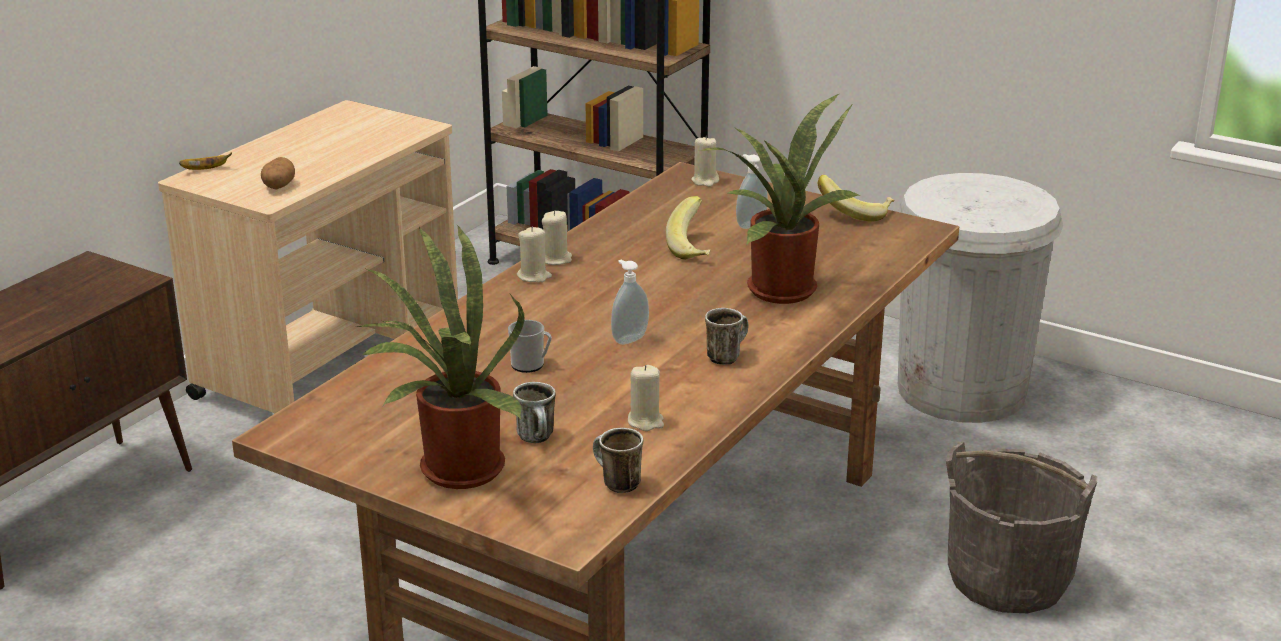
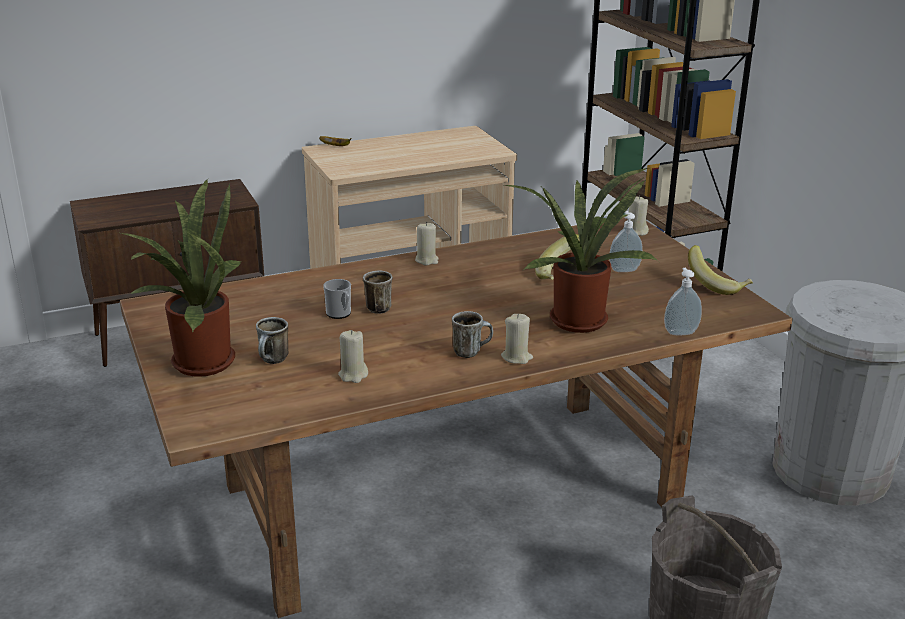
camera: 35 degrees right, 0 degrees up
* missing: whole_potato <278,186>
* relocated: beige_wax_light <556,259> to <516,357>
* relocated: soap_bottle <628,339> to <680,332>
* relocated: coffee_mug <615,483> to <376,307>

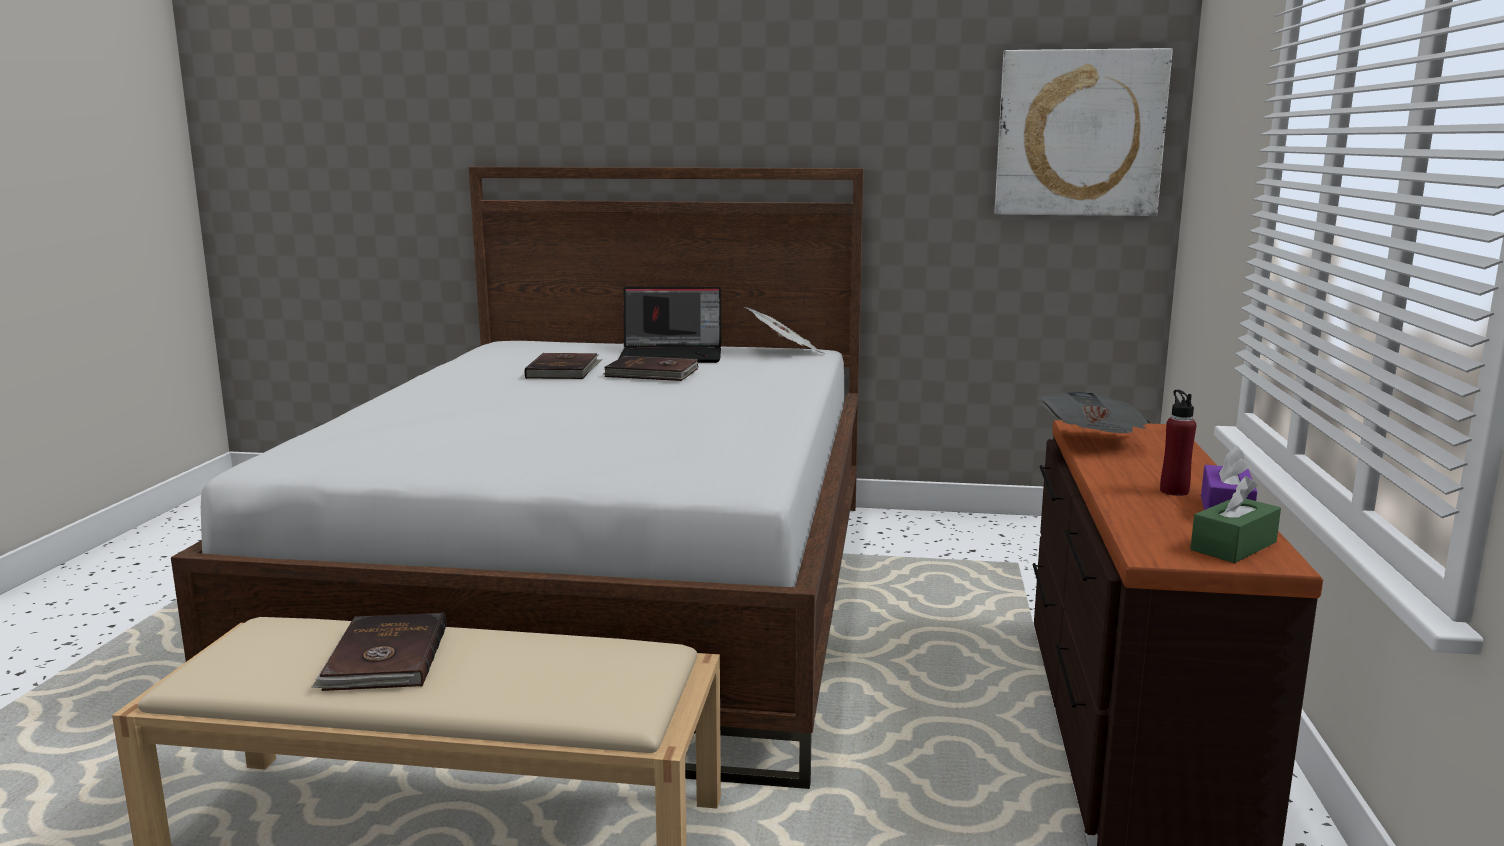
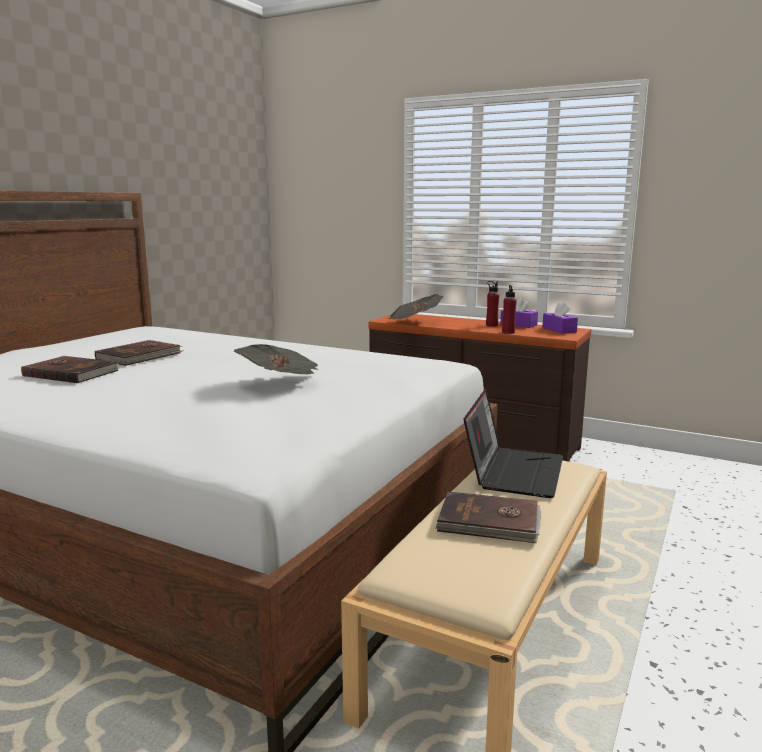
camera: 70 degrees left, 0 degrees up
* missing: picture <1079,133>
* relocated: notebook_computer <673,355> to <513,471>
* relocated: newspaper <785,352> to <281,383>
* colour: green_tissue_holder <1233,546> to purple_tissue_holder <559,330>
* appeared: red-coloured_drink_bottle <508,332>

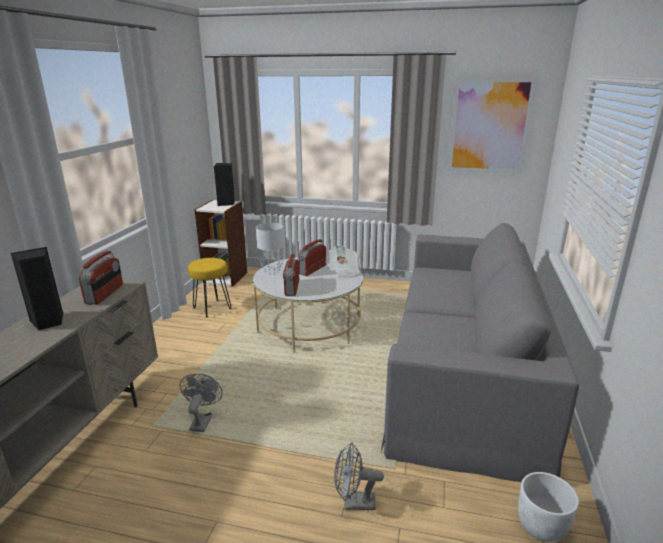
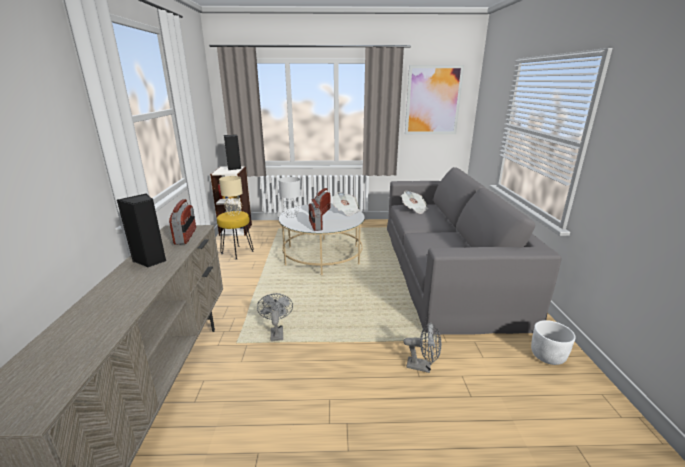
camera: 15 degrees left, 0 degrees up
* spun: grey_electric_fan <354,503> = <423,366> 150 degrees counterclockwise
* appeared: beige_table_lamp <233,213>
* appeared: newspaper <414,209>

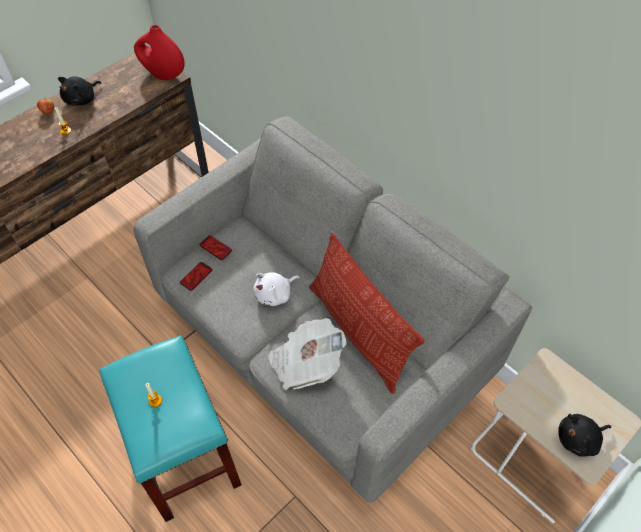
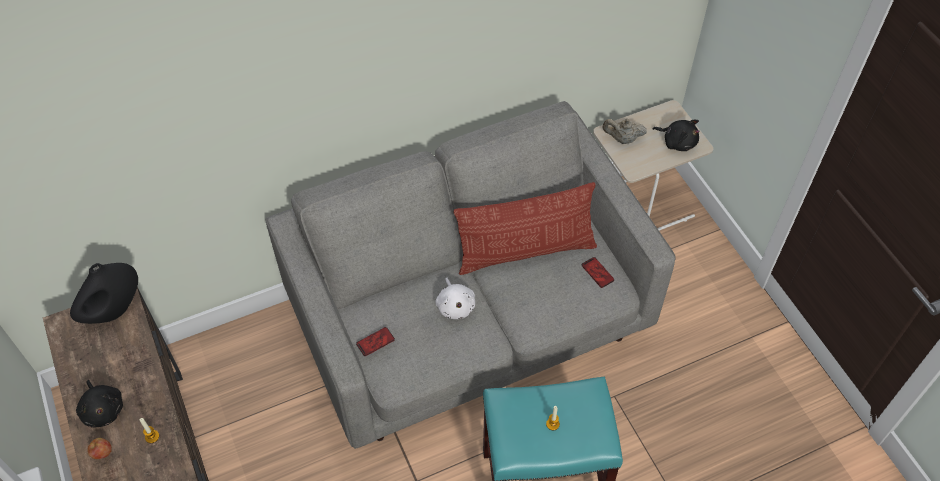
camera: 70 degrees left, 0 degrees up
* colour: red-coloured_flower_vase <163,74> to blackish_flower_vase <113,311>
* relocated: phone <196,276> to <597,273>
* missing: newspaper <305,363>
* spun: blackish_cuddly_toy <579,439> = <677,142> 60 degrees counterclockwise
* appeared: beige_tea_pot <622,139>

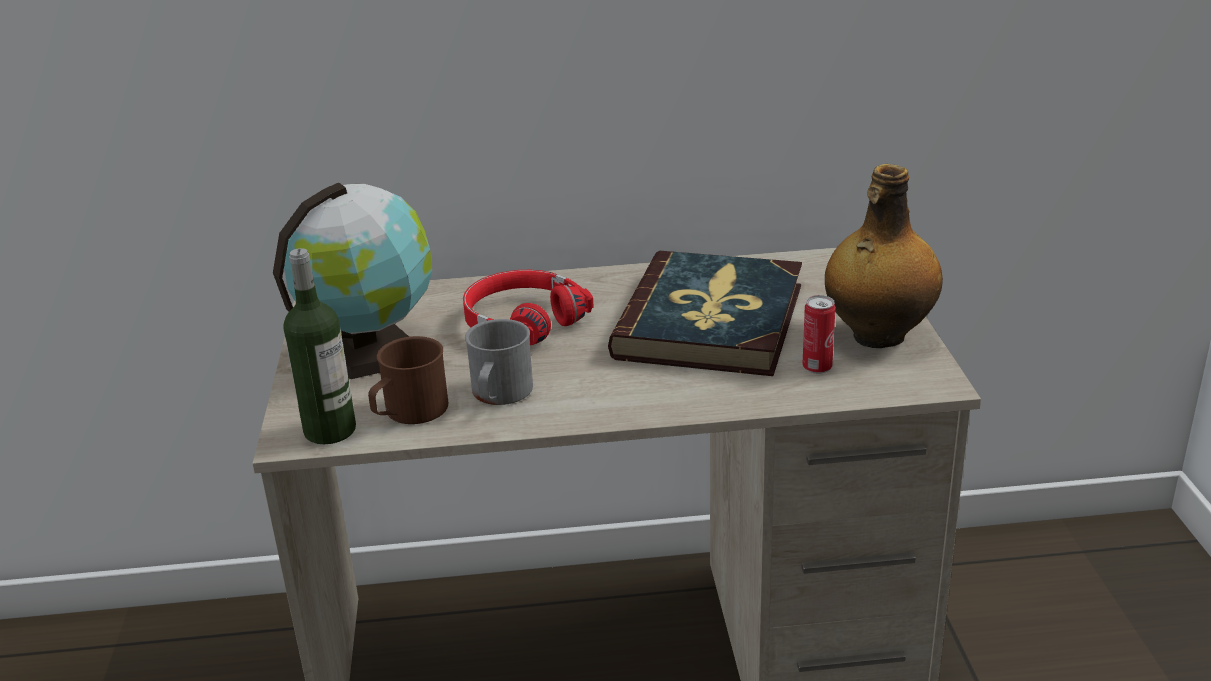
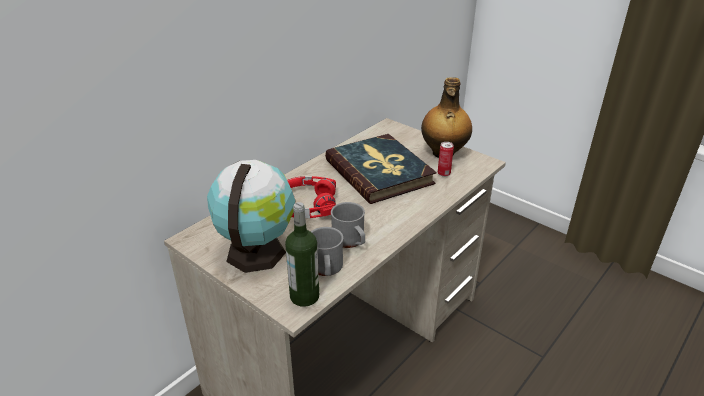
camera: 45 degrees left, 5 degrees up
* colour: brown_coffee_mug <409,413> to grey_coffee_mug <326,269>

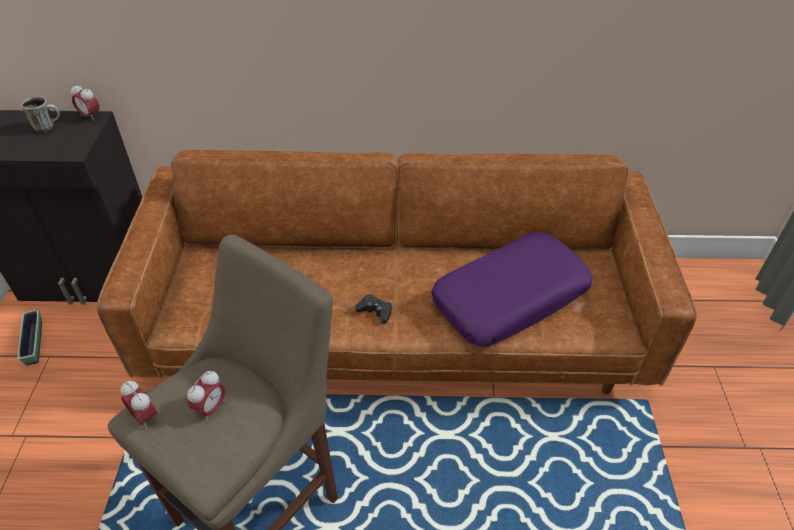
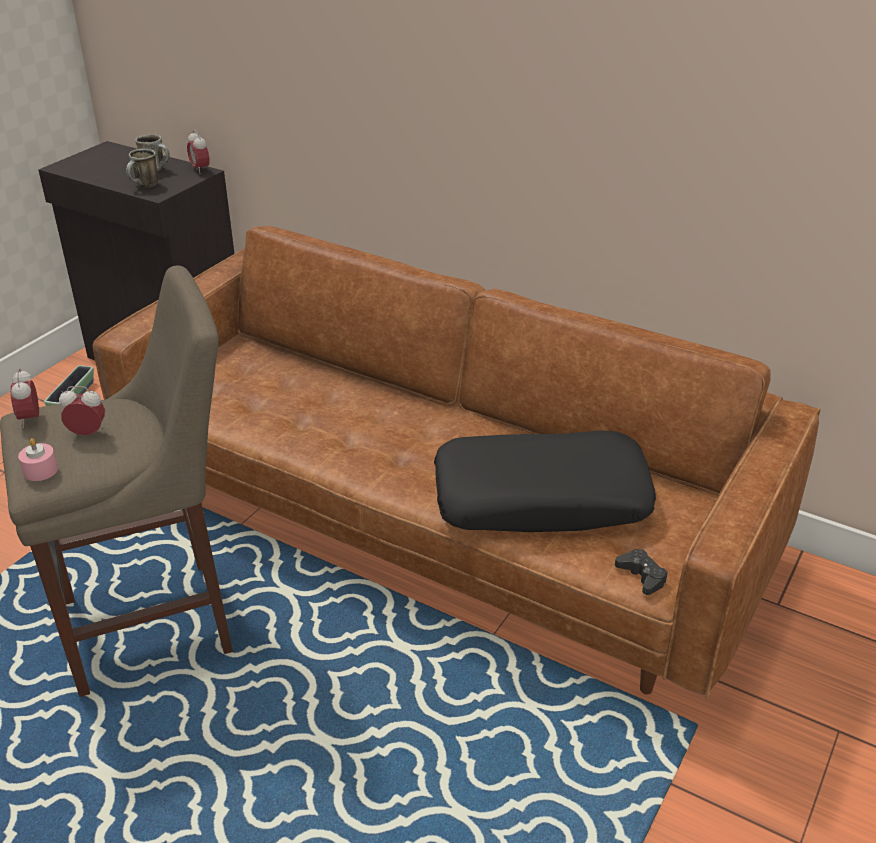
camera: 30 degrees right, 10 degrees down
* colour: purple_pillow <510,298> to blackish_pillow <541,498>
* relocated: blackish_joypad <375,311> to <642,576>
* spun: alarm_clock <211,408> = <88,433> 150 degrees counterclockwise
* appeared: coffee_mug <144,186>
* appeared: pinkish_wax_light <40,470>

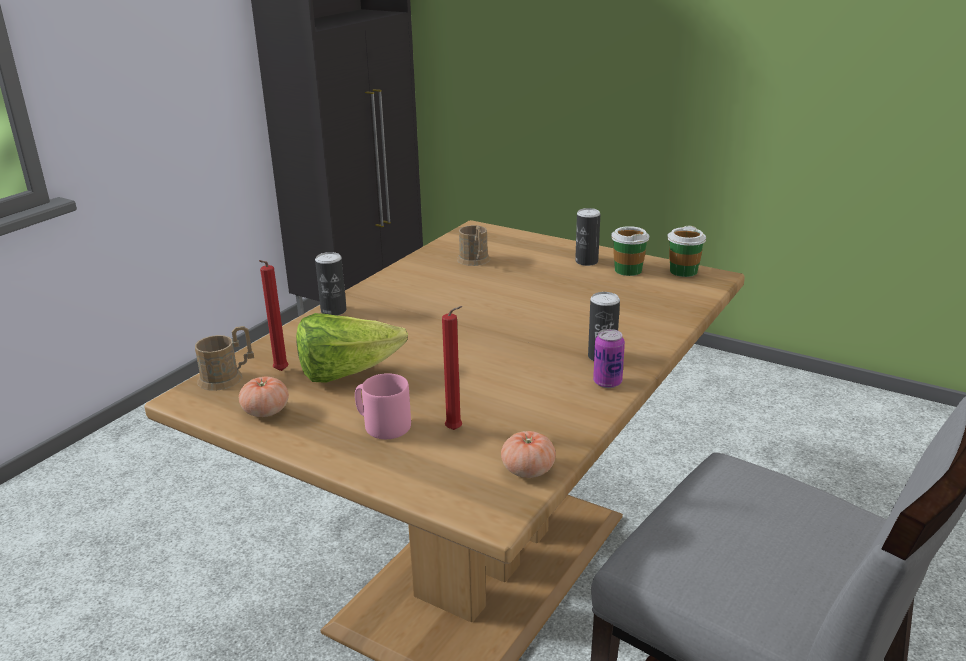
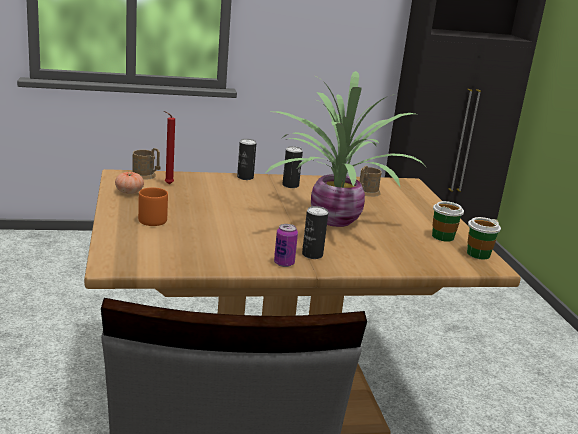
camera: 45 degrees right, 5 degrees down
* relocated: sealed_can <586,261> to <290,185>
* missing: red-coloured_wax_light <456,431>
* missing: head_of_lettuce <346,373>
* colour: pinkish_coffee_mug <382,426> to orangey_coffee_mug <152,219>
* missing: tomato <528,470>
* appeared: houseplant <331,220>

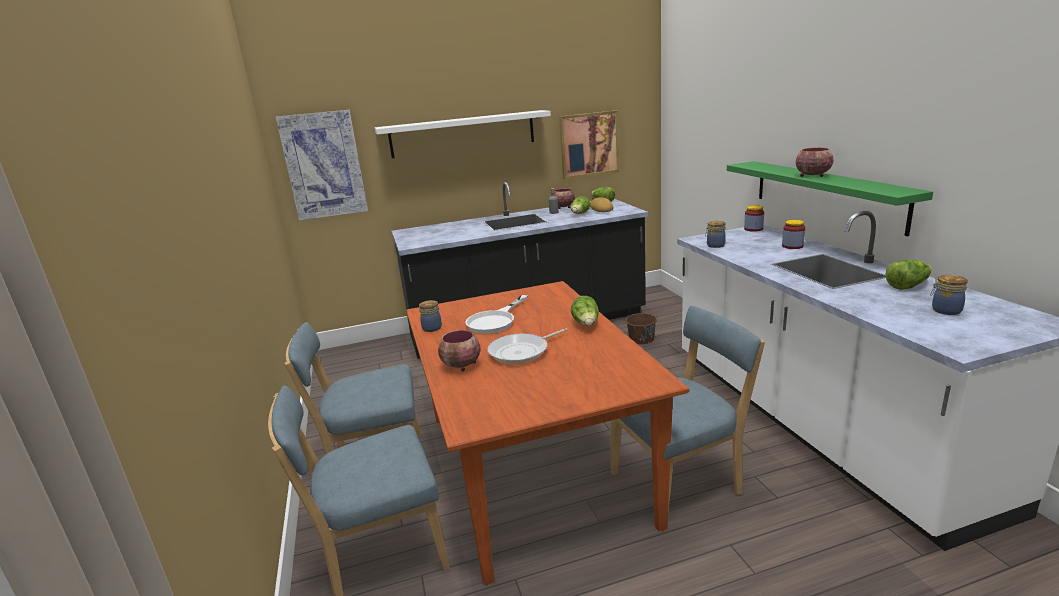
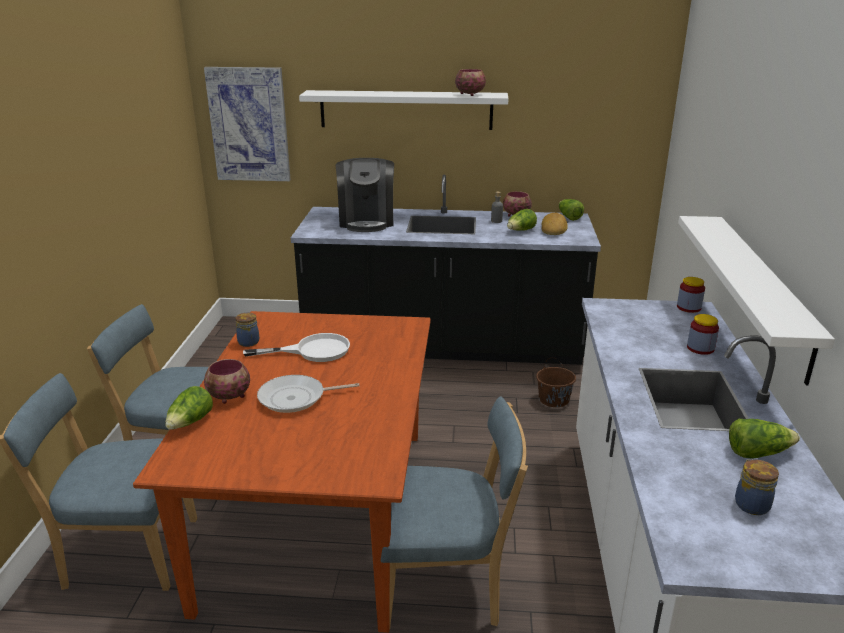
camera: 20 degrees right, 5 degrees up
* missing: picture <589,144>
* relocated: bowl <812,175> to <470,94>
* colour: green_shelf <825,194> to whitish_shelf <761,291>
* missing: jar <715,245>
* spun: whitish_frying_pan <495,320> = <312,351> 150 degrees counterclockwise
* relocated: head_of_lettuce <586,324> to <190,422>
* appeared: coffee_maker <367,221>

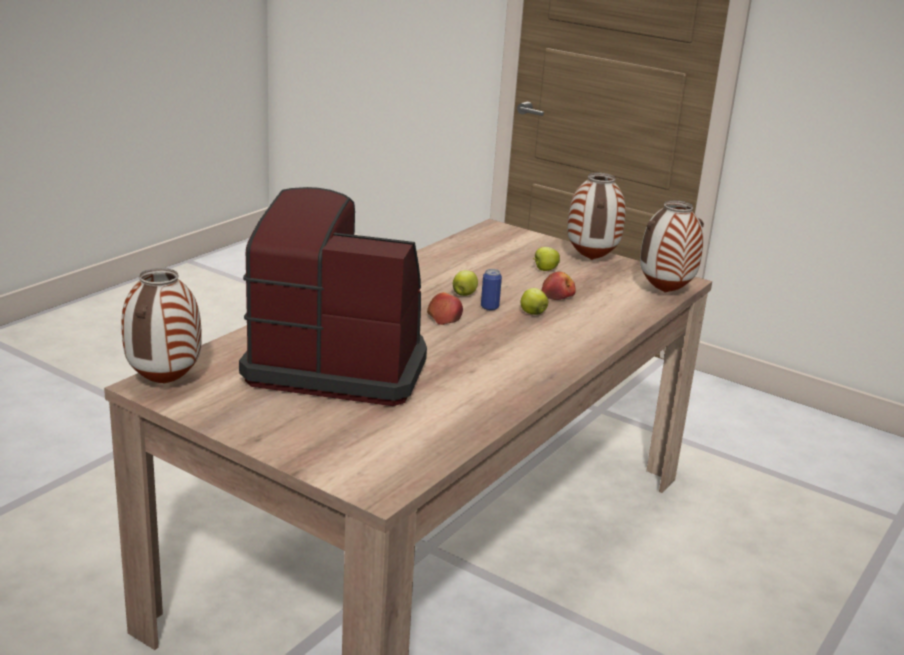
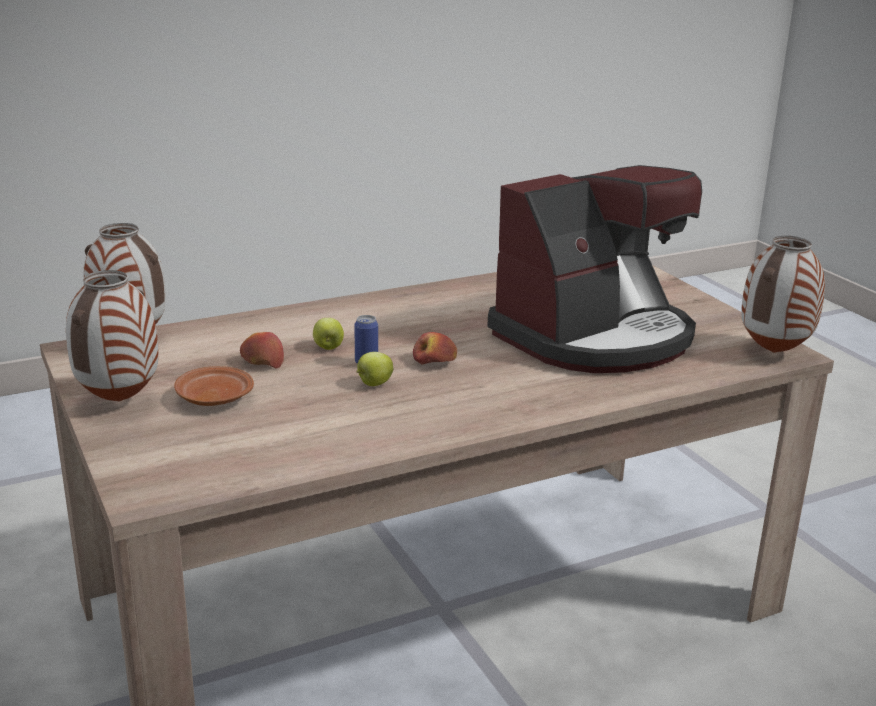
camera: 150 degrees left, 0 degrees up
* spun: coffee_maker <337,365> = <595,337> 75 degrees counterclockwise
* exchanged: whole_apple <544,270> to brown_dinner_plate <213,398>

